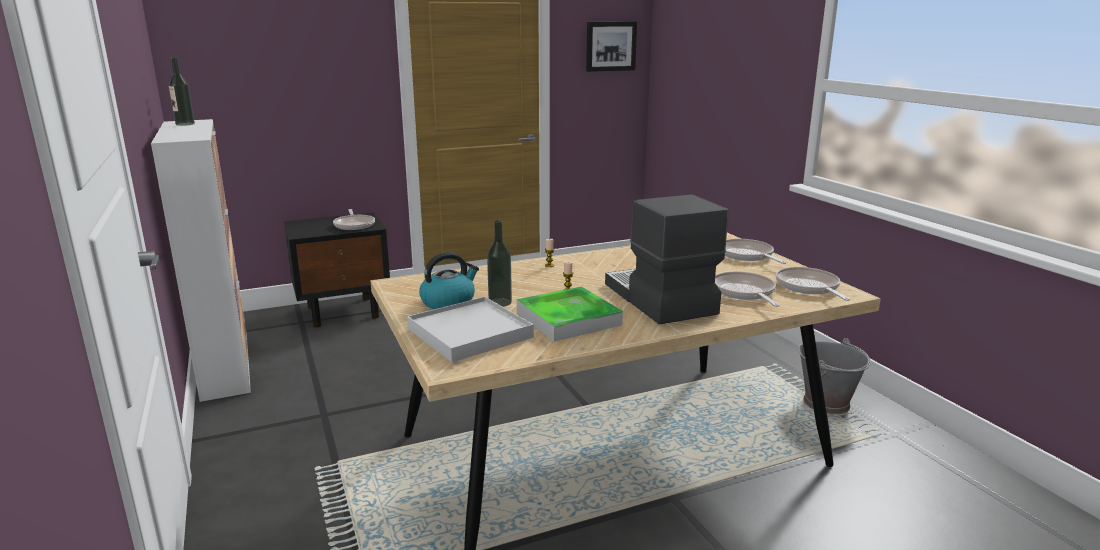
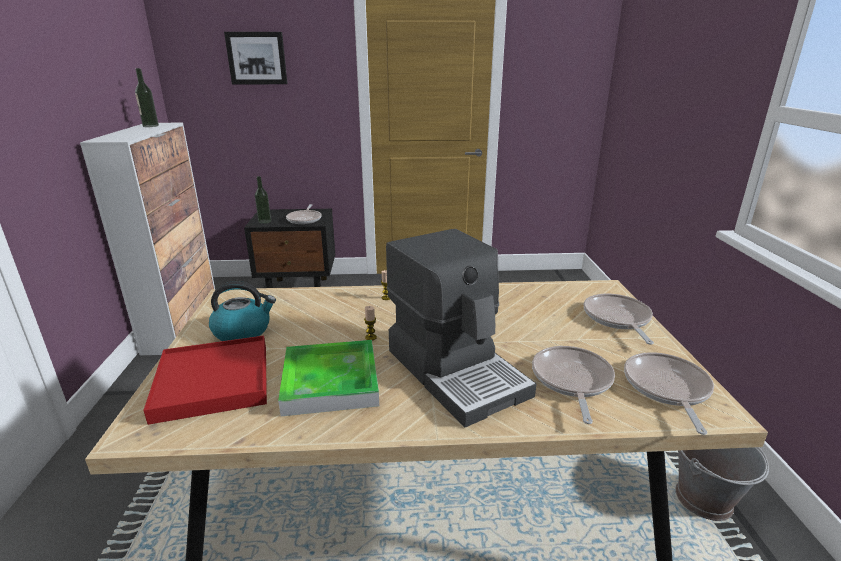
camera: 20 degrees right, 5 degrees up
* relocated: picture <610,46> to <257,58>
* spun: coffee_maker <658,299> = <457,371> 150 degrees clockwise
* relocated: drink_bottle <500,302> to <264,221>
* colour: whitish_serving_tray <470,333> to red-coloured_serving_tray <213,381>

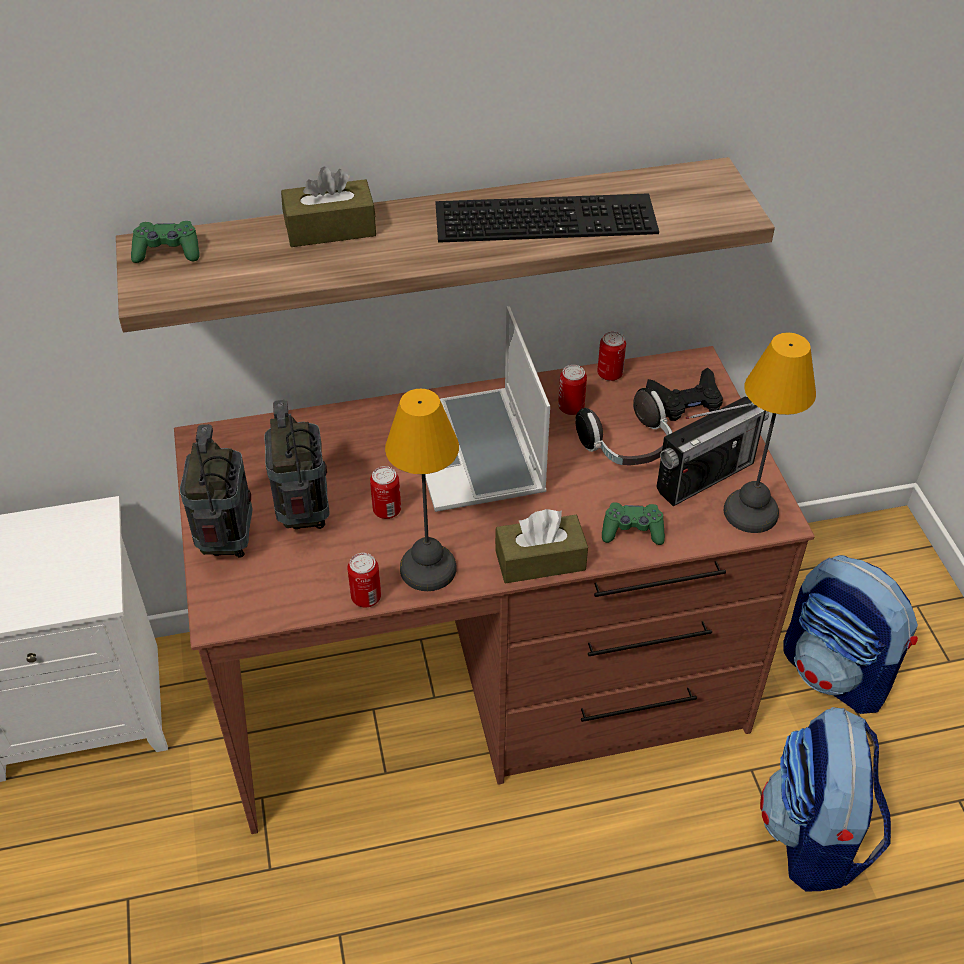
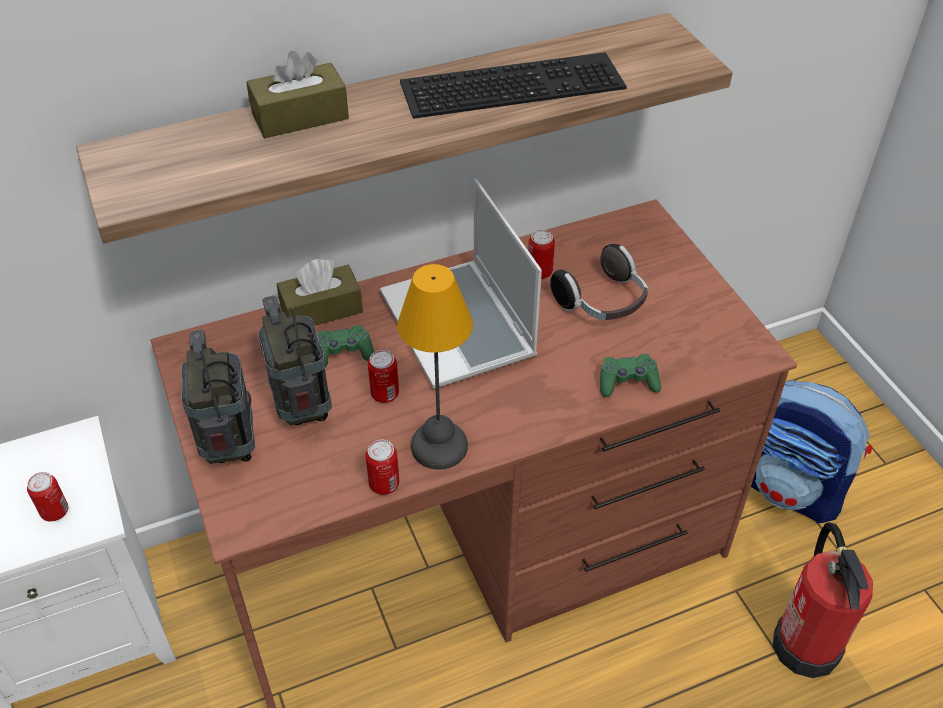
camera: 10 degrees left, 0 degrees up
* relocated: green_joypad <167,252> to <344,354>
* relocated: sealed_can <609,374> to <55,511>
* missing: table_lamp <749,511>
* missing: blackish_joypad <686,400>
* missing: radio_receiver <705,476>
* relocated: brown_tissue_holder <540,560> to <321,309>
* exchanged: rucksack <814,837> to fire-fighting_cylinder <806,644>

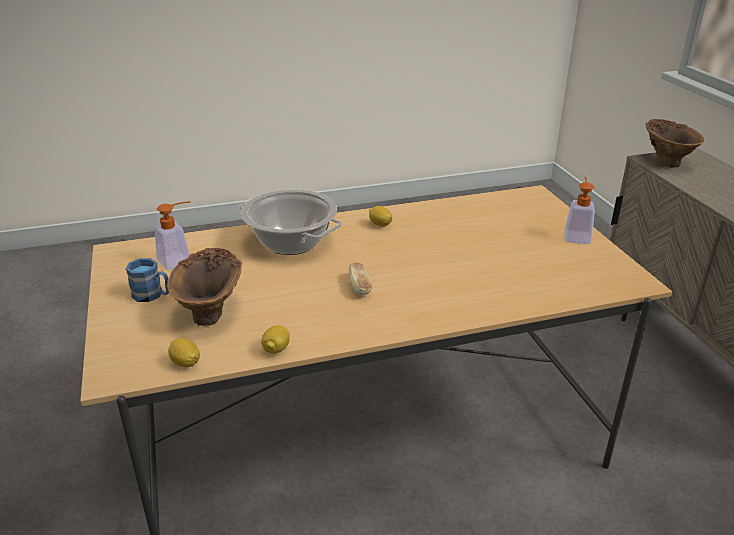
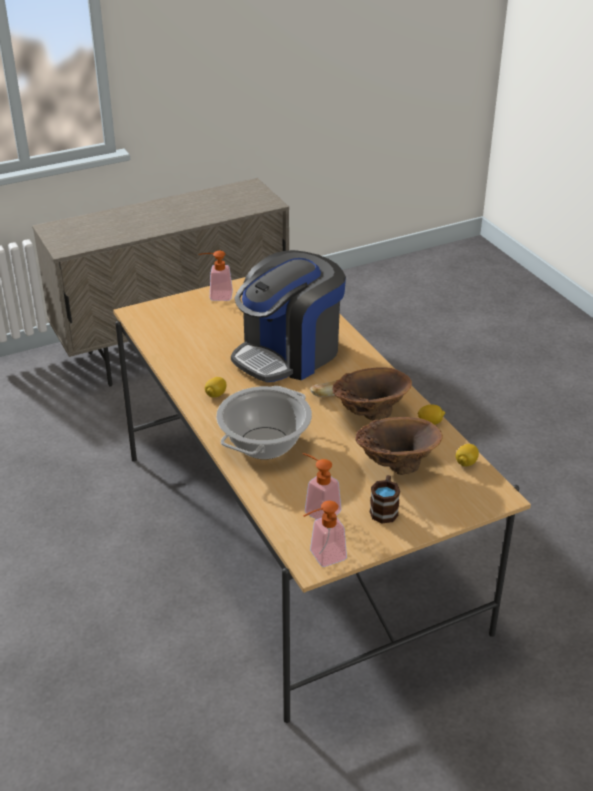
camera: 100 degrees left, 5 degrees up
* relocated: brown_flower_vase <666,161> to <369,414>
* colour: blue_coffee_mug <152,295> to brown_coffee_mug <384,509>
* appeared: coffee_maker <288,354>
* appeared: soap_bottle <322,557>

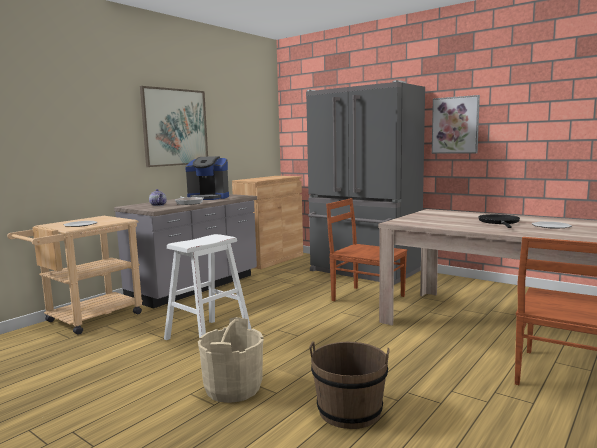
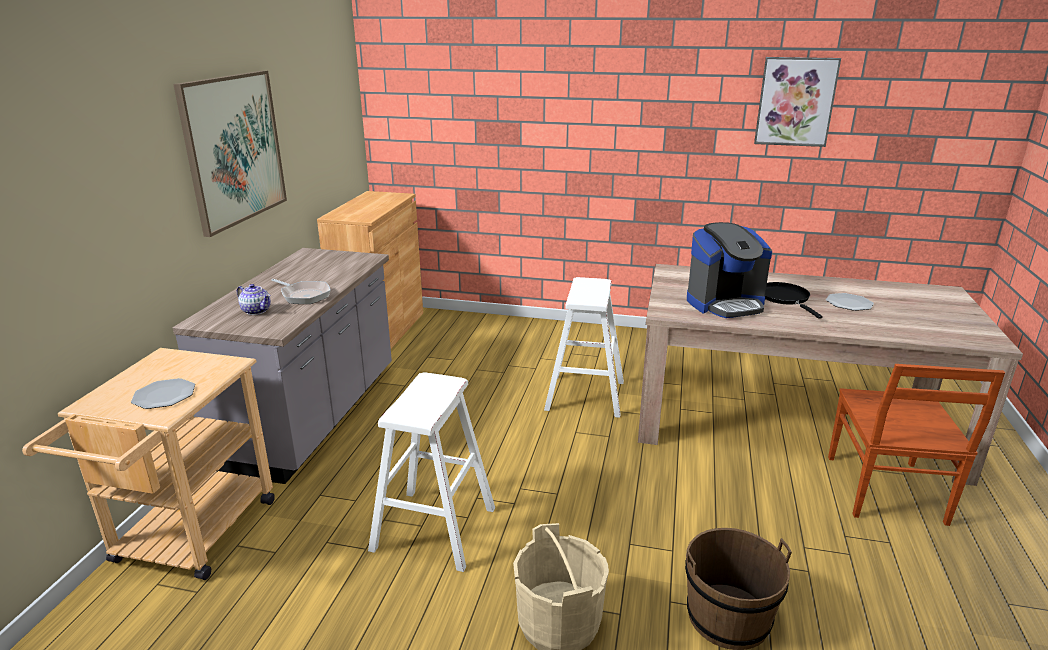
camera: 25 degrees left, 15 degrees up
* missing: grey_fridge <363,271>
* relocated: picture <455,125> to <795,102>
* relocated: coffee_maker <208,198> to <725,303>
* exchanged: brown_chair <366,298> to whitish_sitting_stool <585,395>

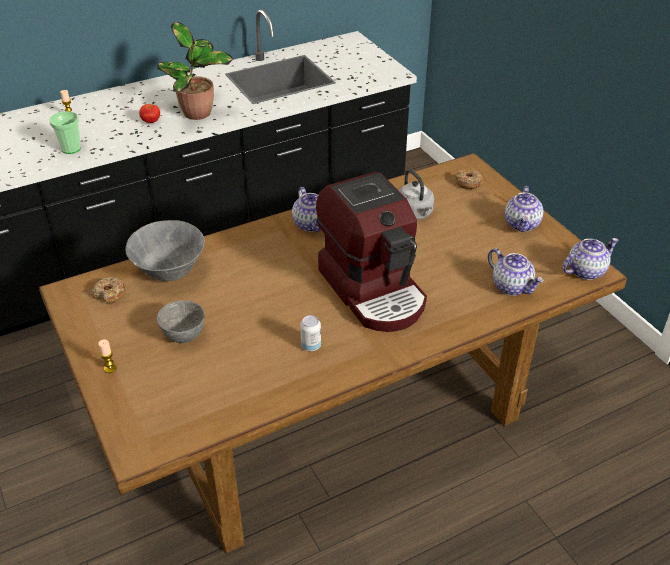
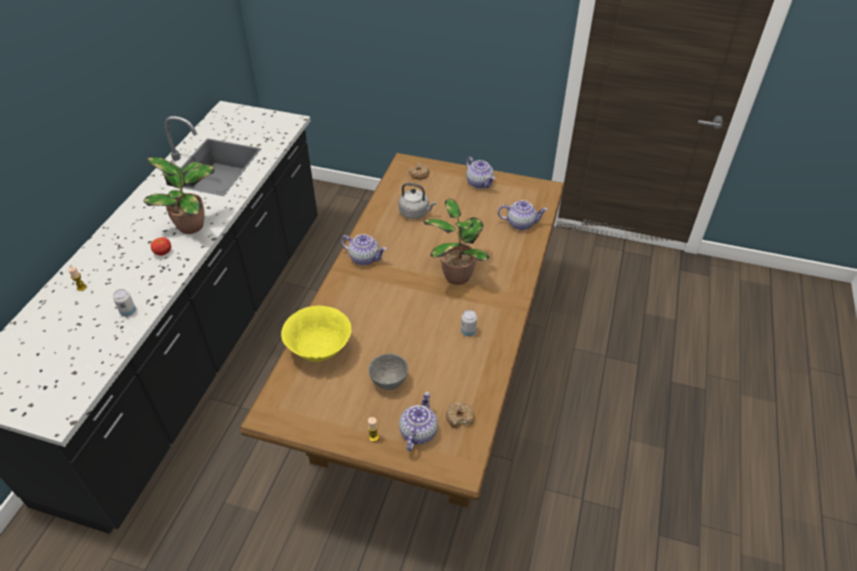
camera: 45 degrees left, 5 degrees up
* exchanged: drinking_cup <71,148> to sealed_can <128,312>
* exchanged: coffee_maker <374,290> to houseplant <456,274>
* colour: grey_bowl <170,273> to yellow_bowl <320,351>
* relocated: tea_pot <585,270> to <418,432>
* relocated: doughnut <110,294> to <460,418>

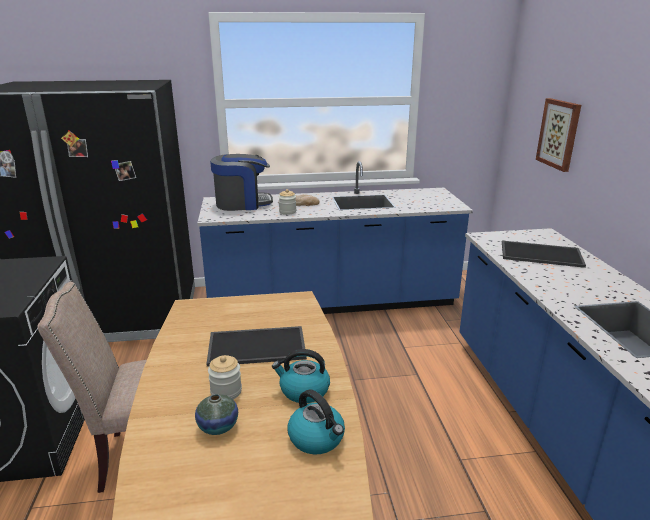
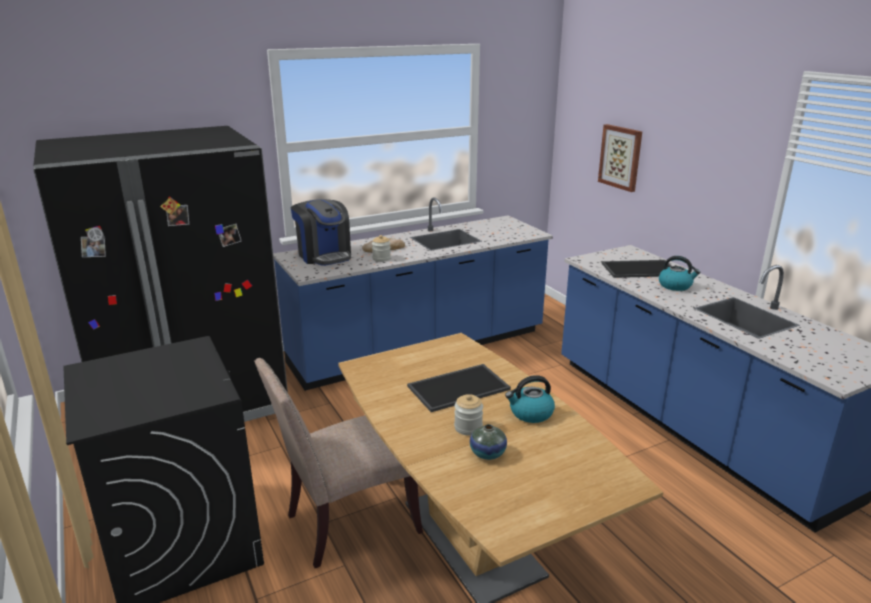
camera: 20 degrees left, 0 degrees up
* spun: coffee_maker <242,203> = <324,255> 90 degrees clockwise
* relocated: tea_kettle <317,438> to <675,286>

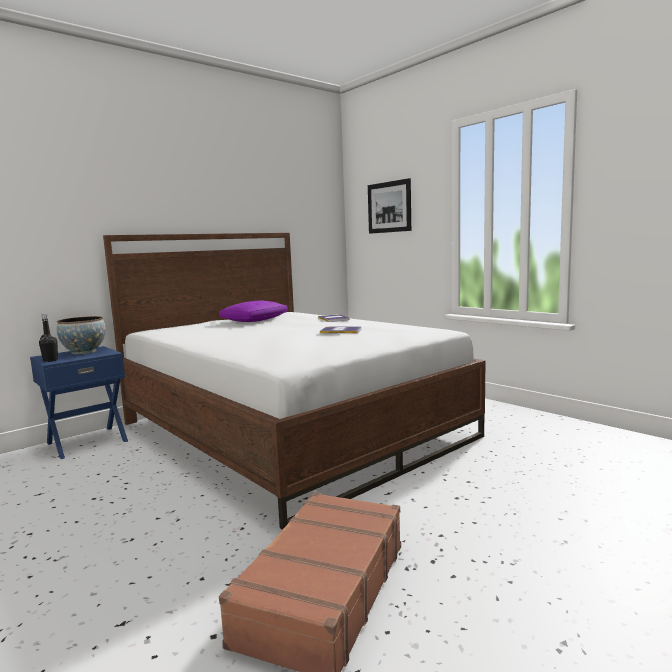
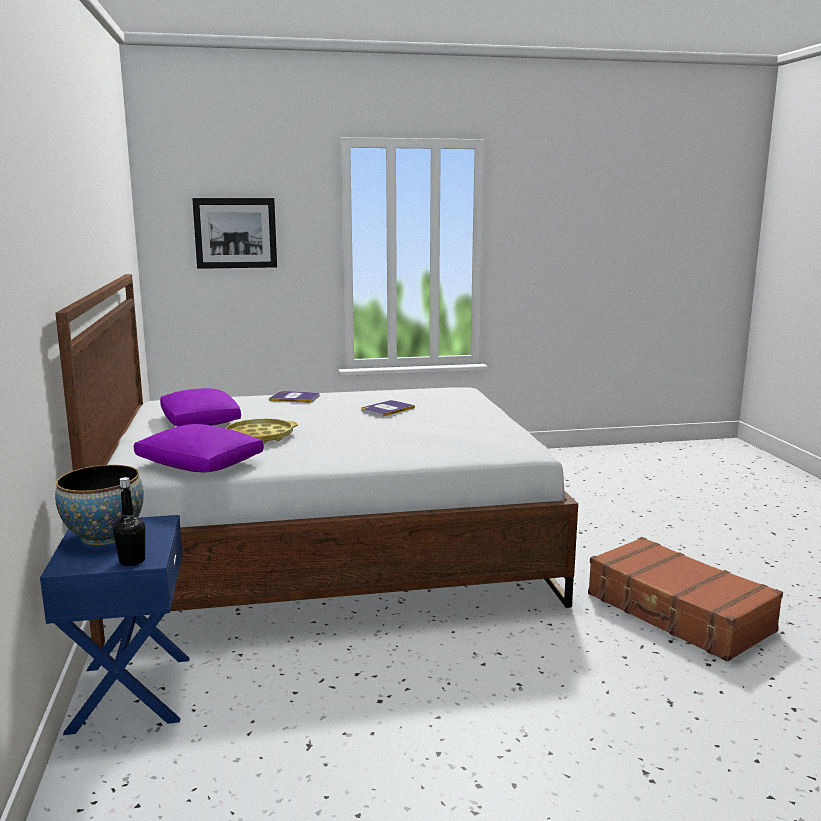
camera: 60 degrees left, 5 degrees up
* appeared: yellow_serving_tray <259,437>
* appeared: purple_pillow <201,464>

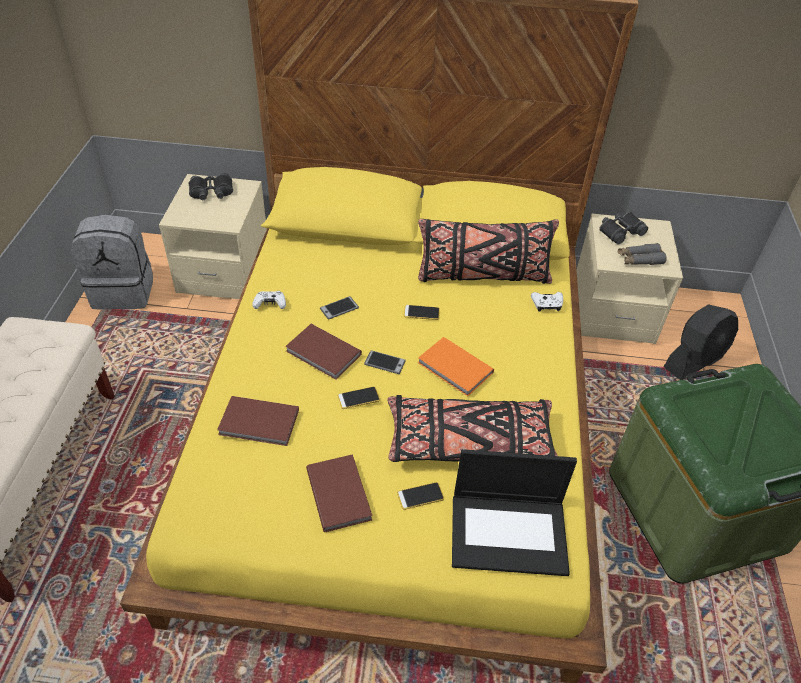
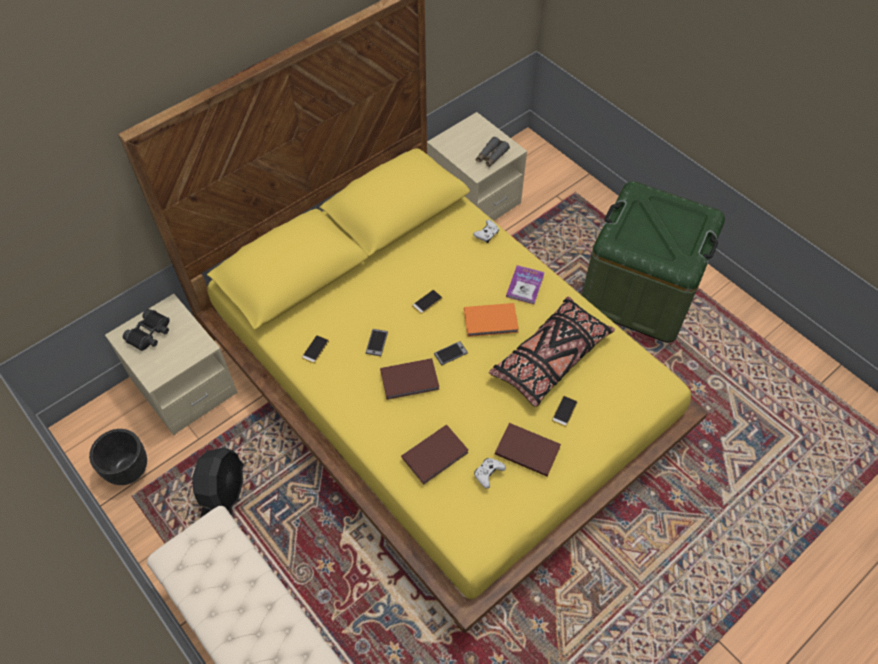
camera: 45 degrees left, 10 degrees up
* missing: blackish_binoculars <620,231>
* exchanged: grey_rucksack <124,291> to blackish_planter <129,470>
* missing: blackish_pillow <483,276>
* relocated: whitish_joypad <270,304> to <488,474>
* relocated: blackish_electric_fan <694,360> to <224,494>
* relocated: phone <358,398> to <315,349>
* missing: notebook_computer <510,532>
* appeared: bound_book <525,285>

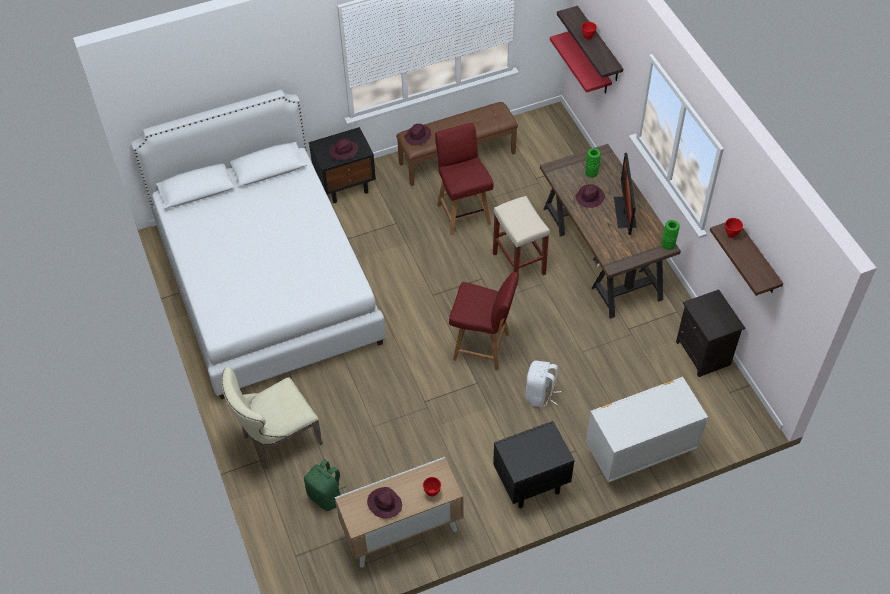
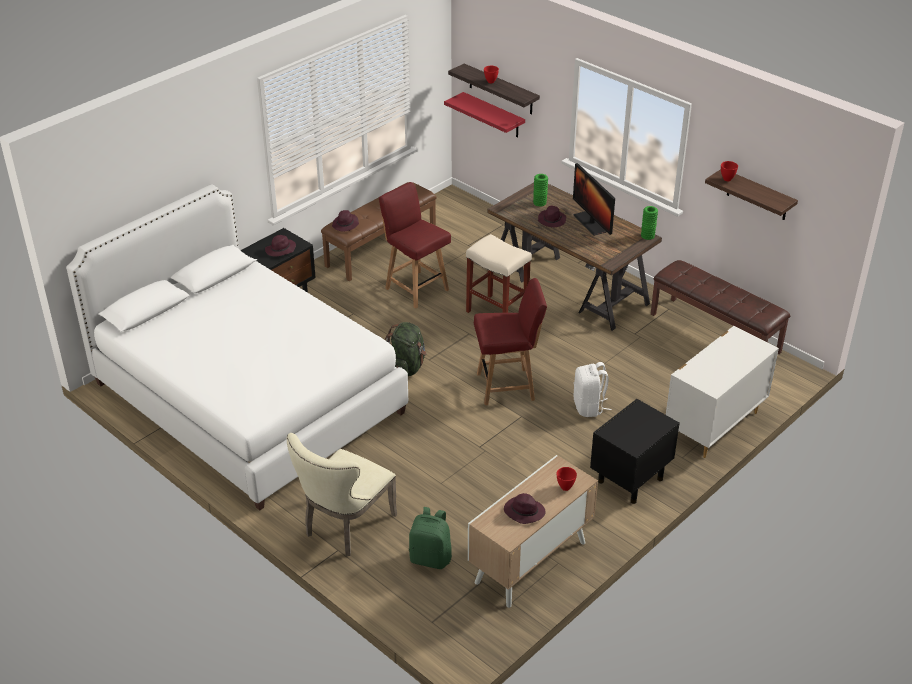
camera: 25 degrees left, 15 degrees down
* exchanged: blackish_nightstand <704,353> to brown_bench <715,333>
* appeared: green_rucksack <406,368>

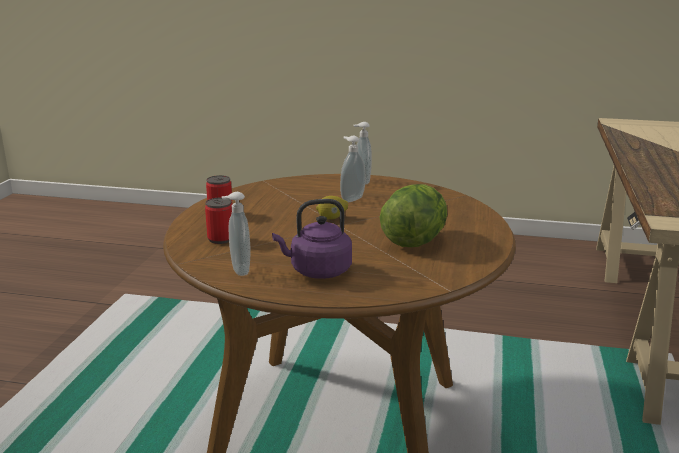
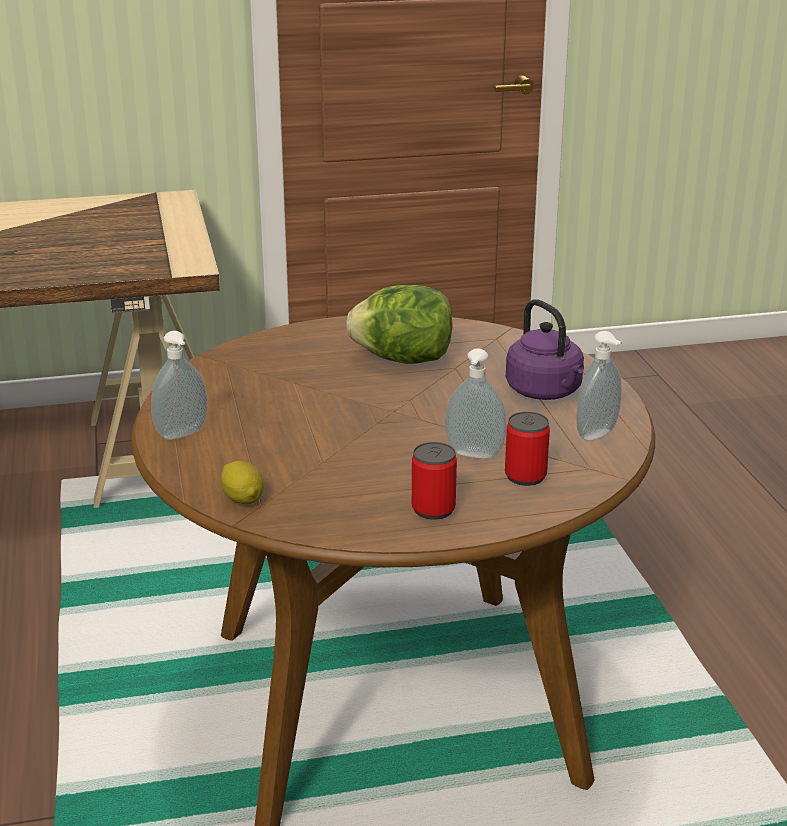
camera: 115 degrees left, 5 degrees up
* relocated: soap_bottle <351,199> to <473,455>
* relocated: whole_lemon <332,218> to <243,499>

